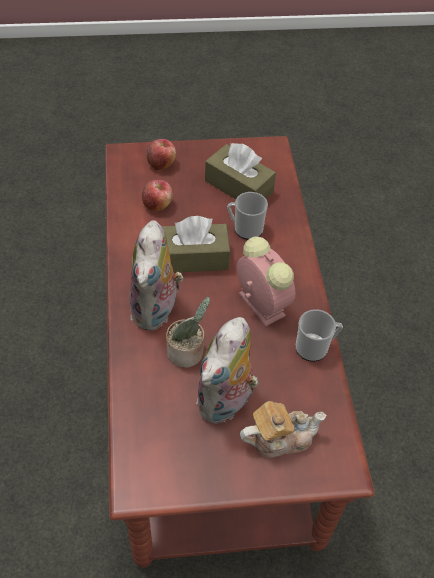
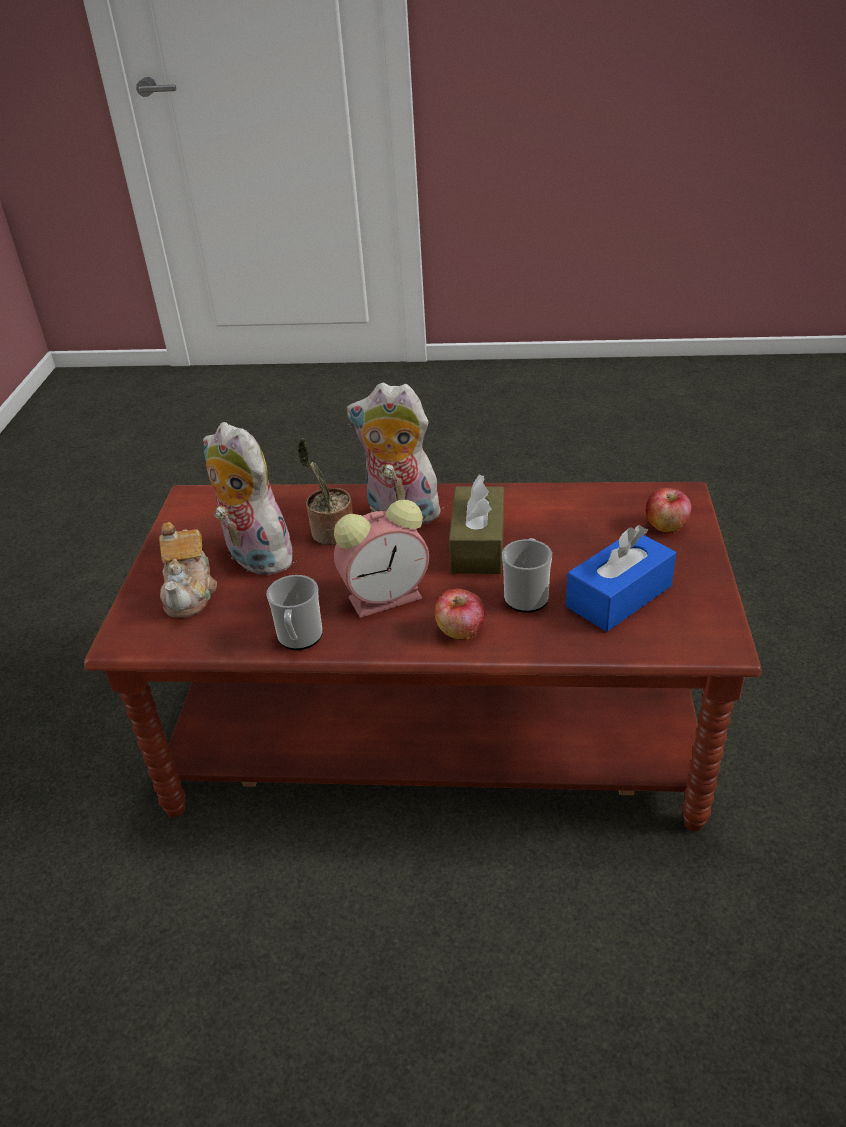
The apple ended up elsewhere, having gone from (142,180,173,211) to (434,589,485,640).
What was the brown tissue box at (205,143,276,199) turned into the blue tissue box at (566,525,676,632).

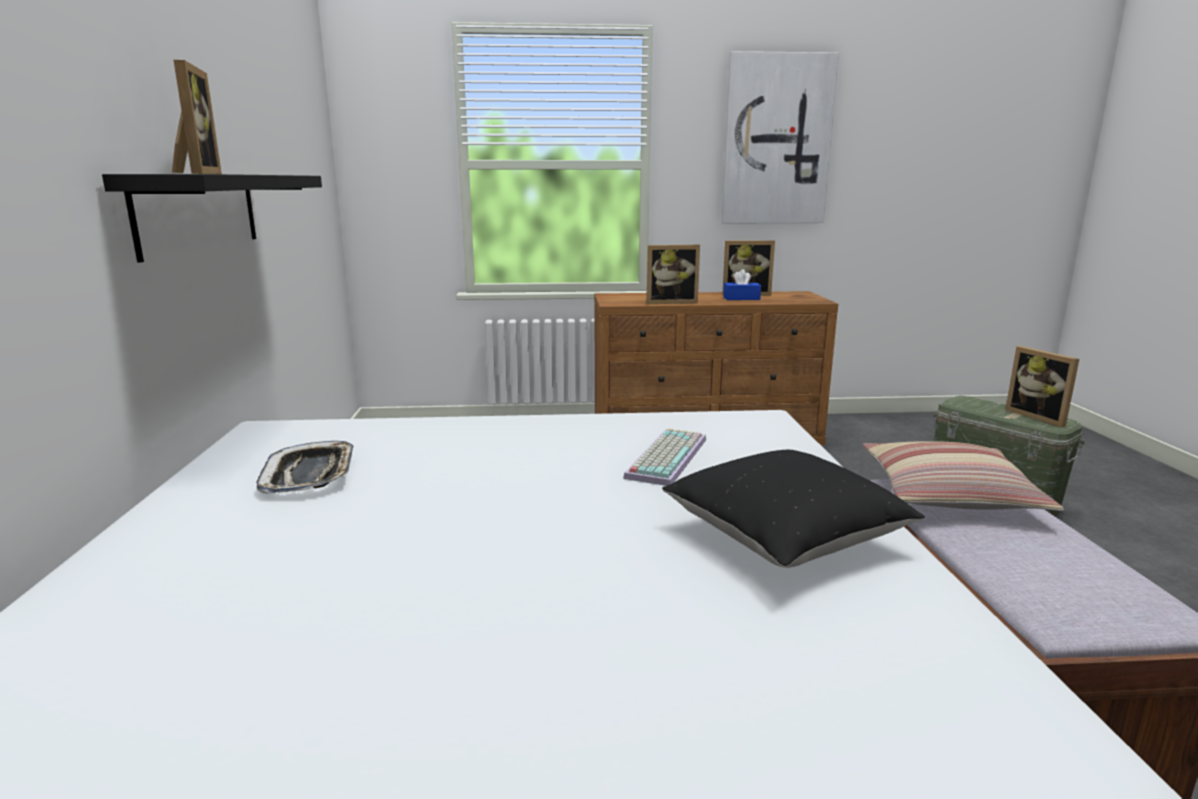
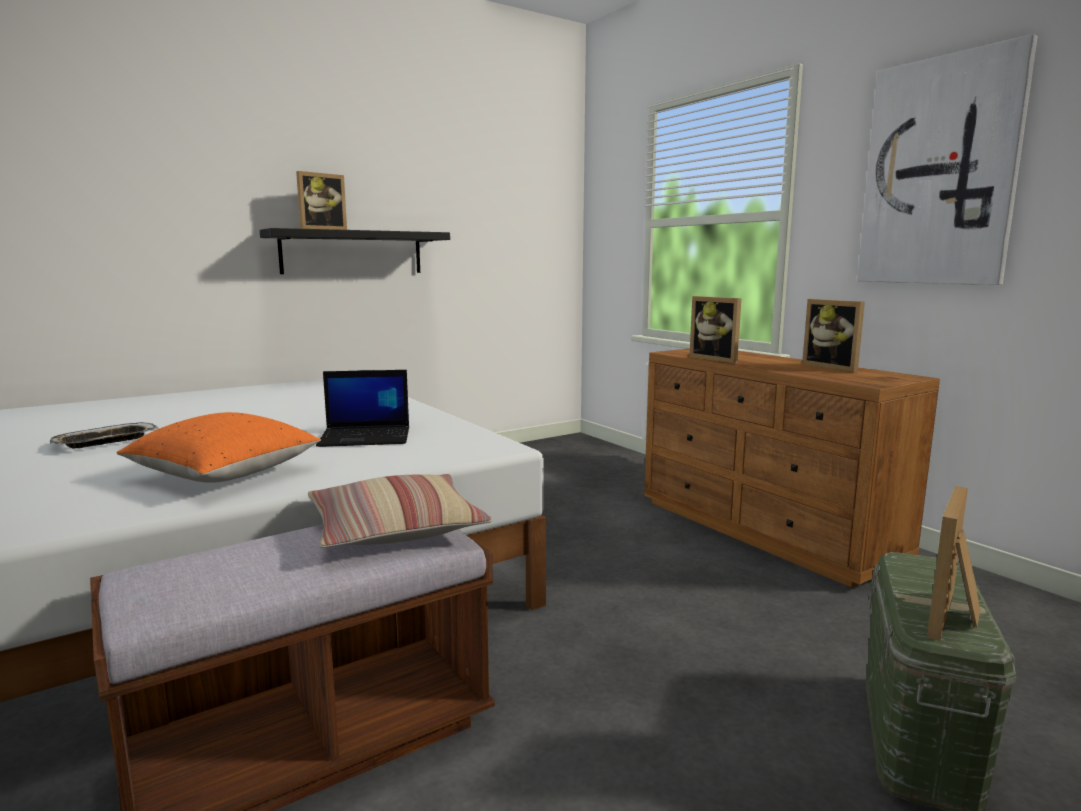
The tray ended up elsewhere, having gone from (256,441,354,494) to (50,422,160,448).
Where the keyboard stood at (623,428,706,486), the laptop came to stand at (316,370,409,447).
What was the black pillow at (662,450,925,568) turned into the orange pillow at (117,412,321,483).
The second view lost the blue tissue box at (723,269,761,300).

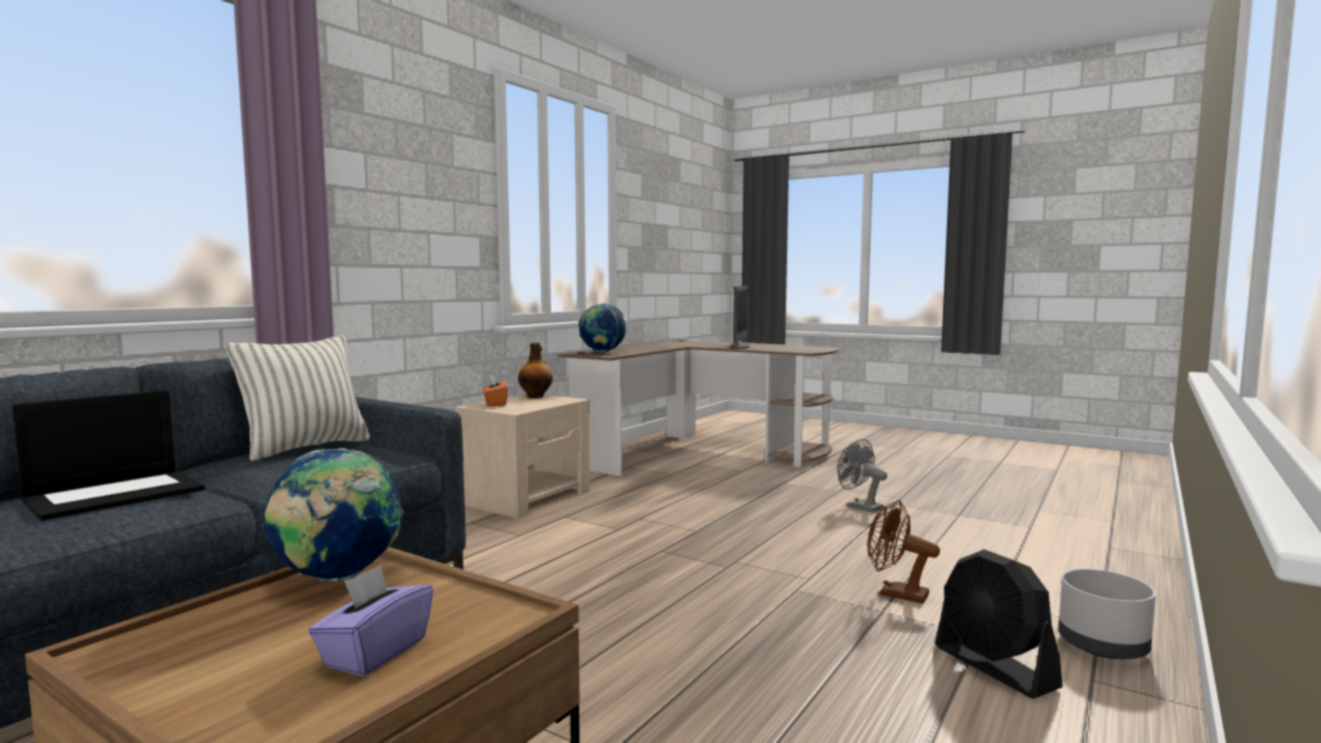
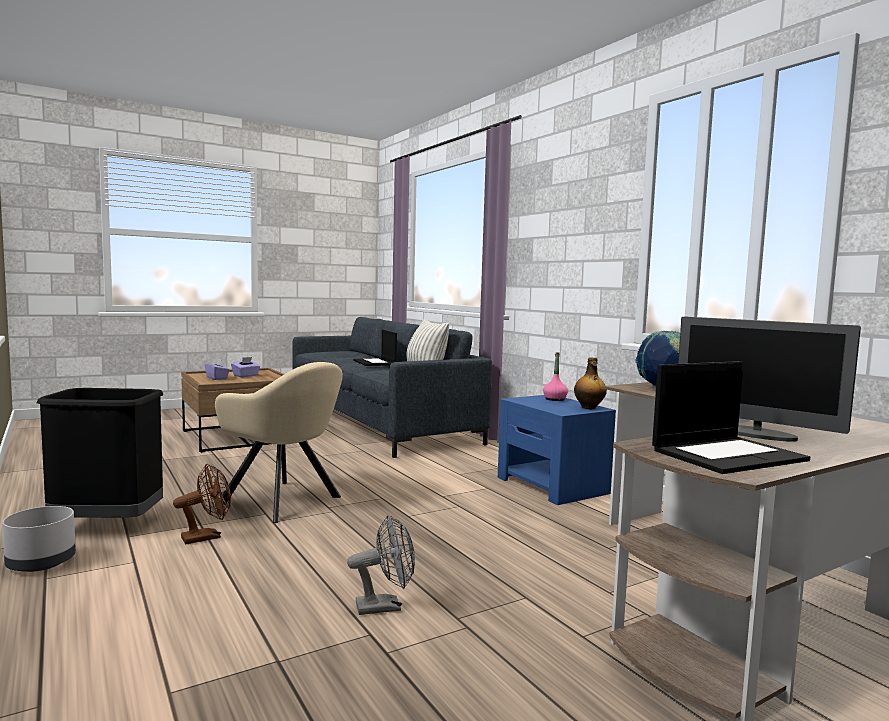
The second view lost the globe at (263,448,405,582).
What was the beige nightstand at (455,394,590,518) turned into the blue nightstand at (498,395,616,505).
Where the orange tissue box stood at (483,376,508,406), the pink bottle came to stand at (543,352,568,401).
Where the black fan stood at (935,549,1063,699), the black trash can came to stand at (36,388,163,518).
The second view gained the beige armchair at (215,362,343,523).
The second view gained the purple tissue box at (231,357,260,377).
The second view gained the laptop at (652,361,810,474).

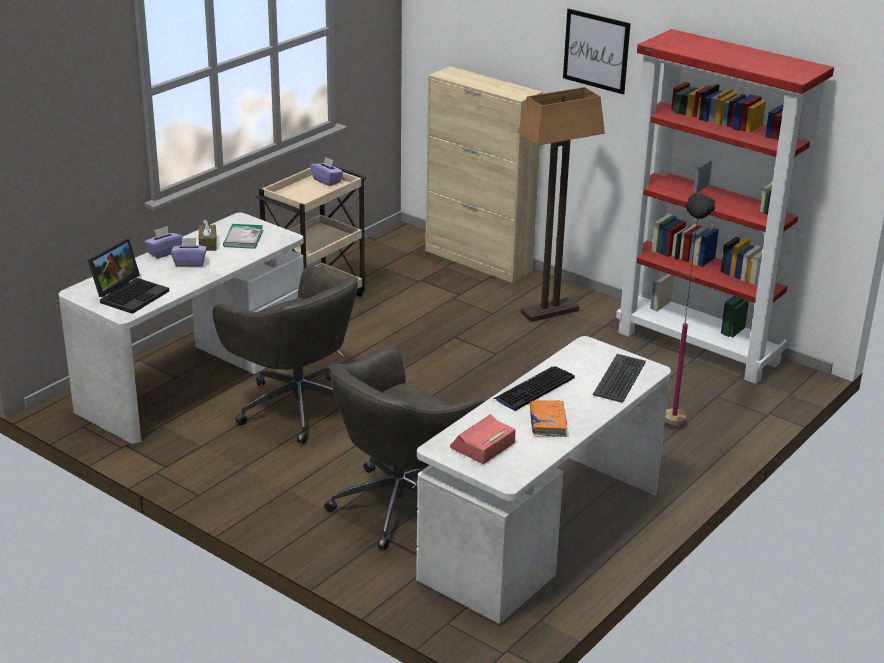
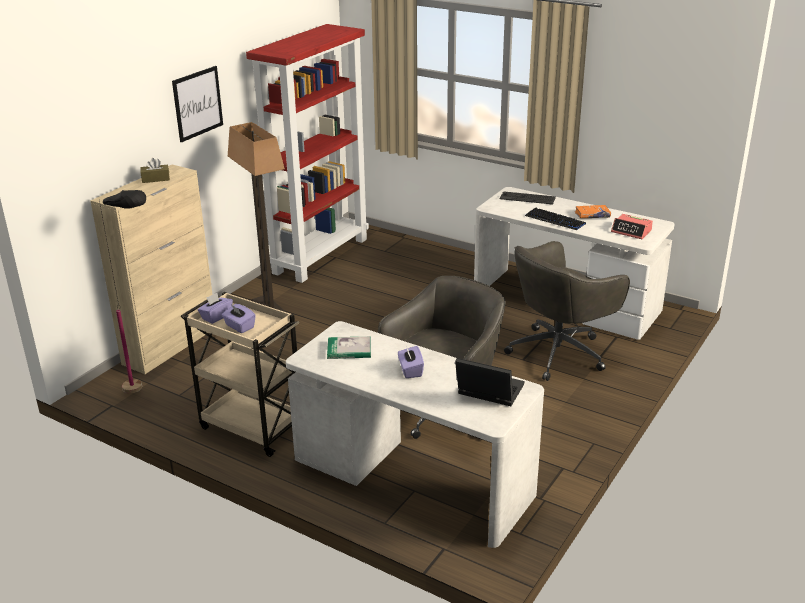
The purple tissue box ended up elsewhere, having gone from (144,226,183,259) to (222,304,256,333).
The brown tissue box ended up elsewhere, having gone from (199,219,217,251) to (141,158,170,183).
The grey office chair at (324,348,488,550) ended up facing another way, 105 degrees clockwise from before.
The black floor lamp ended up elsewhere, having gone from (665,192,715,425) to (99,190,146,393).

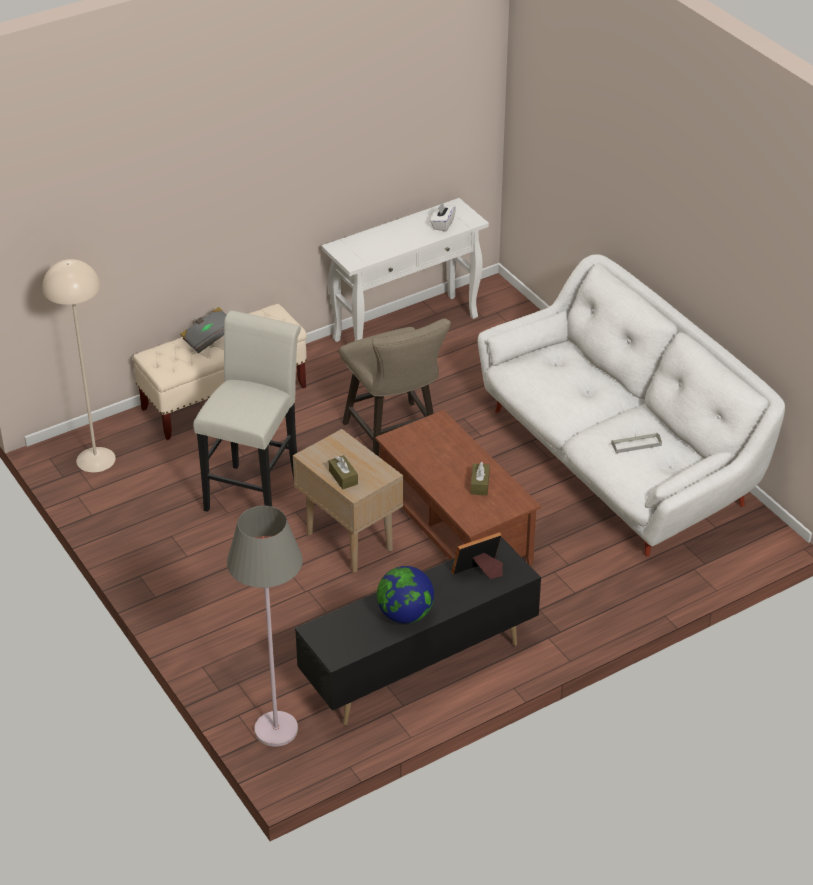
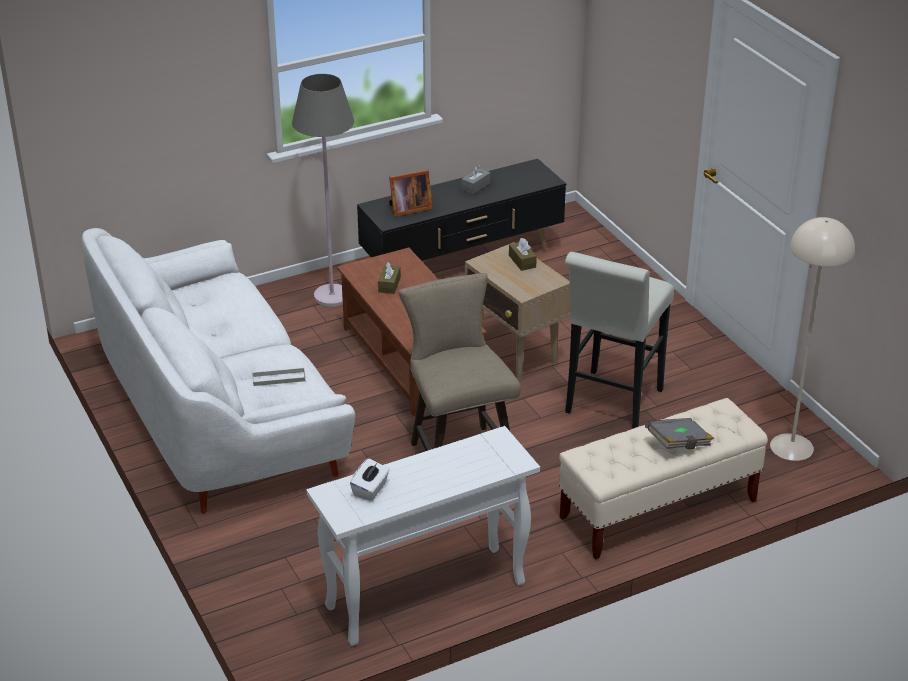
The grey floor lamp ended up elsewhere, having gone from (227,506,303,747) to (292,74,354,307).
Where the globe stood at (377,566,434,624), the grey tissue box came to stand at (461,165,490,194).
The grey tray ended up elsewhere, having gone from (611,433,662,453) to (252,368,305,386).

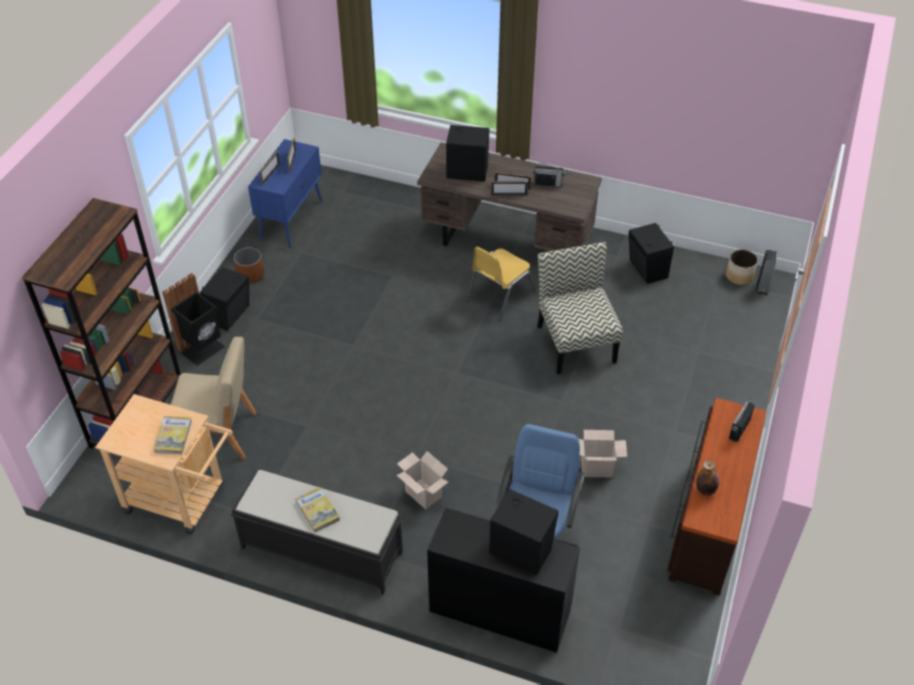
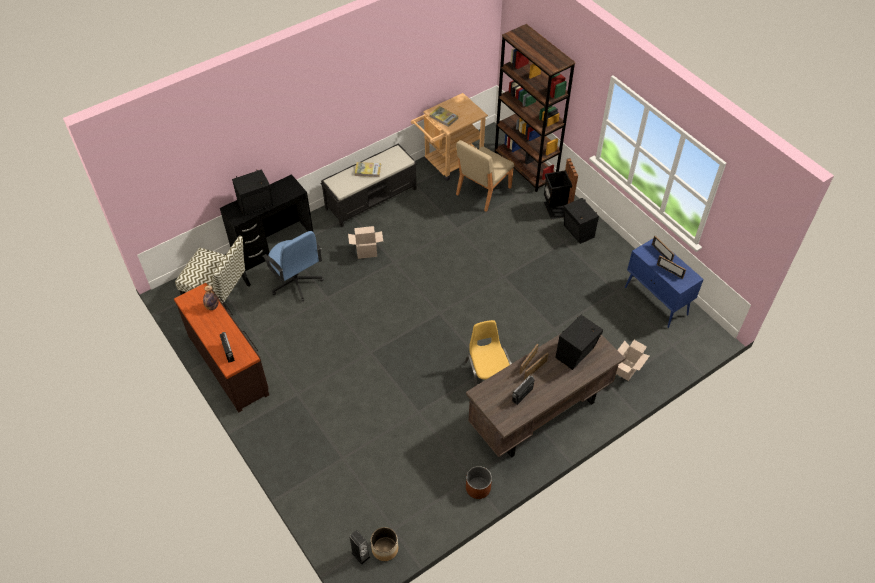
The brown planter ended up elsewhere, having gone from (234,248,264,283) to (466,466,492,499).
The chair ended up elsewhere, having gone from (537,242,623,374) to (175,236,251,308).
The cardboard box ended up elsewhere, having gone from (579,430,627,478) to (616,340,650,381).
The second view lost the black speaker at (628,223,674,284).

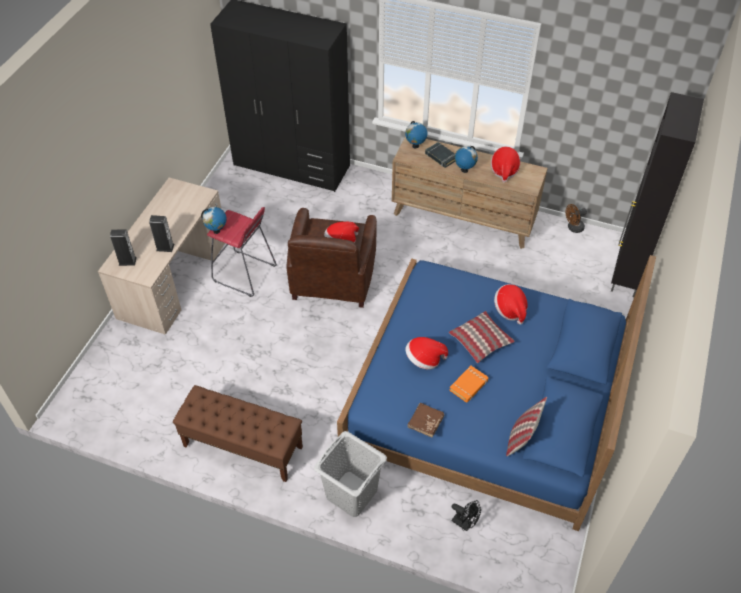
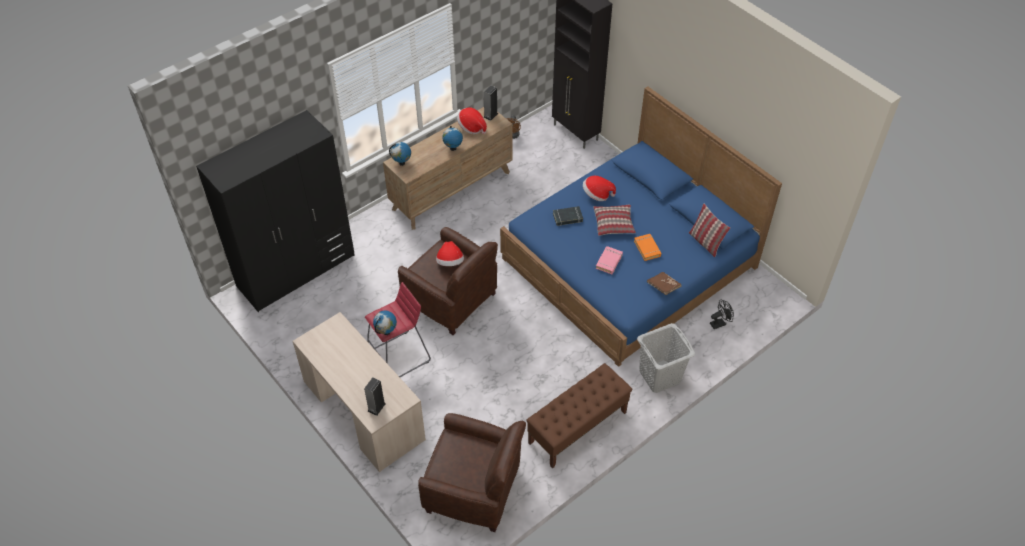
The speaker ended up elsewhere, having gone from (149,215,174,252) to (484,85,498,121).
Where the hat stood at (406,337,448,369), the pink book came to stand at (596,246,623,274).
The black book ended up elsewhere, having gone from (425,142,455,168) to (553,206,583,226).
The second view gained the brown armchair at (418,413,526,532).

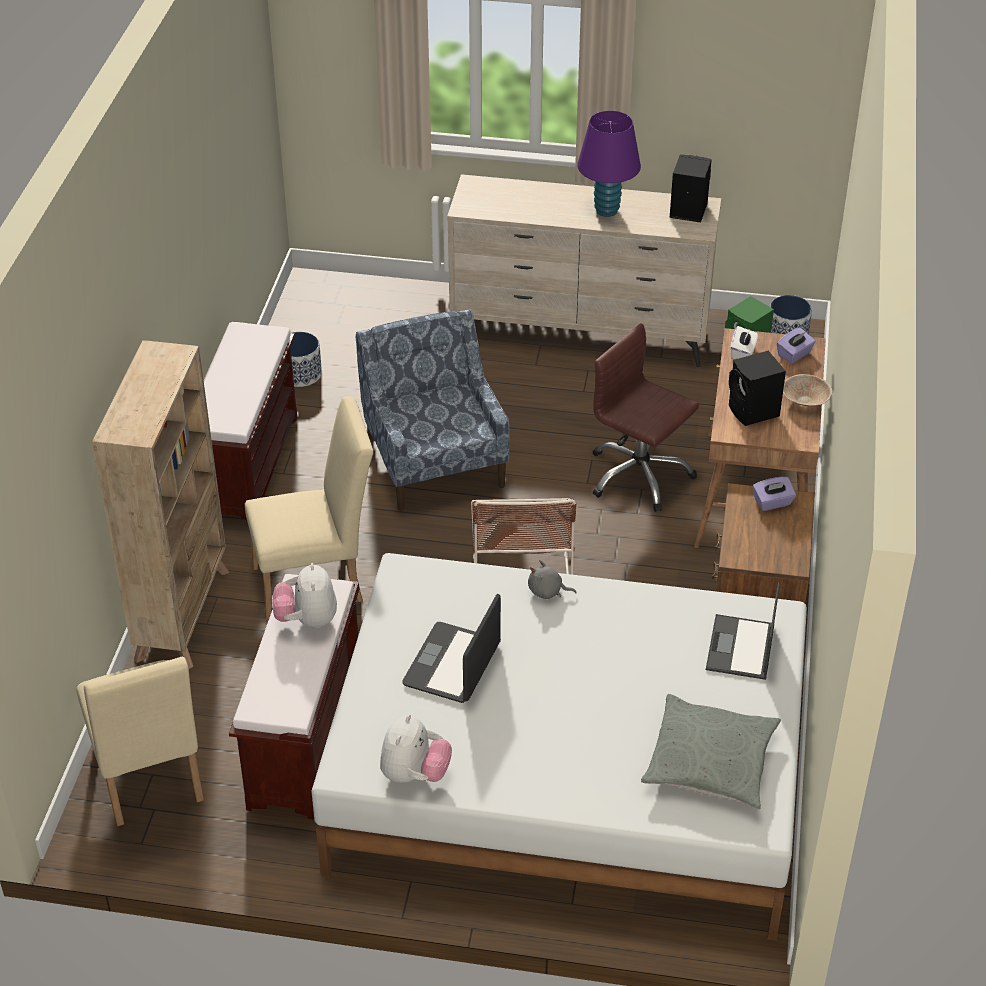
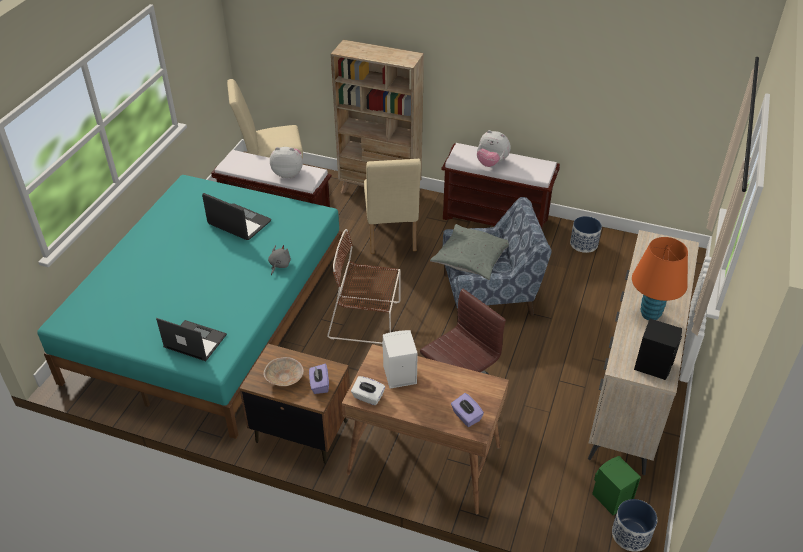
What was the white bed at (311,553,807,940) turned into the turquoise bed at (37,175,343,439).
The plush toy ended up elsewhere, having gone from (380,714,452,783) to (477,130,511,167).
What was the purple table lamp at (577,111,641,217) turned into the orange table lamp at (632,237,688,320).
The grey pillow ended up elsewhere, having gone from (641,694,781,810) to (430,224,509,280).
What was the black speaker at (729,351,786,426) turned into the white speaker at (382,330,418,388).
The white tissue box ended up elsewhere, having gone from (730,326,758,360) to (351,376,385,406).
The beige bowl ended up elsewhere, having gone from (783,374,832,406) to (263,357,304,386).

